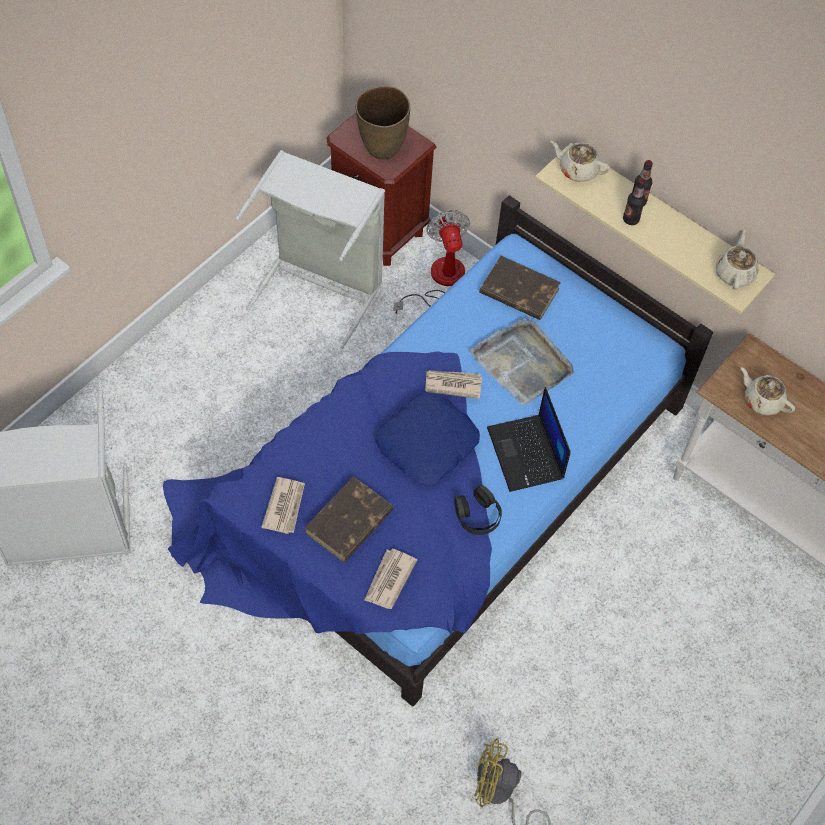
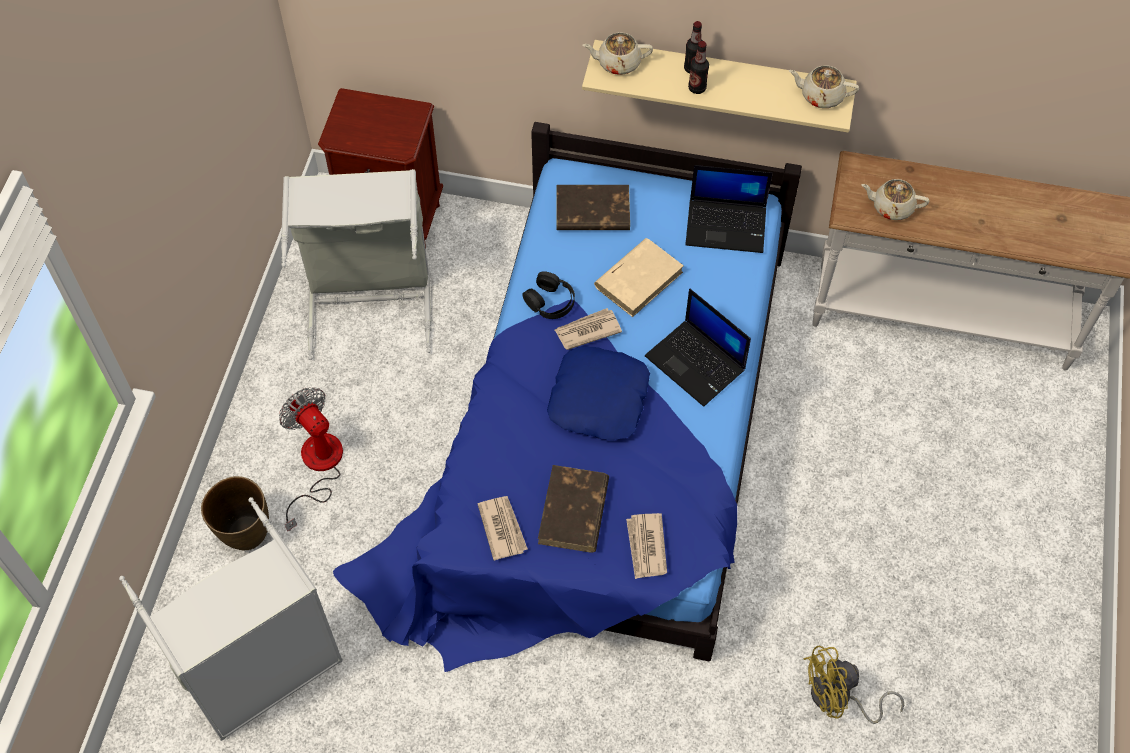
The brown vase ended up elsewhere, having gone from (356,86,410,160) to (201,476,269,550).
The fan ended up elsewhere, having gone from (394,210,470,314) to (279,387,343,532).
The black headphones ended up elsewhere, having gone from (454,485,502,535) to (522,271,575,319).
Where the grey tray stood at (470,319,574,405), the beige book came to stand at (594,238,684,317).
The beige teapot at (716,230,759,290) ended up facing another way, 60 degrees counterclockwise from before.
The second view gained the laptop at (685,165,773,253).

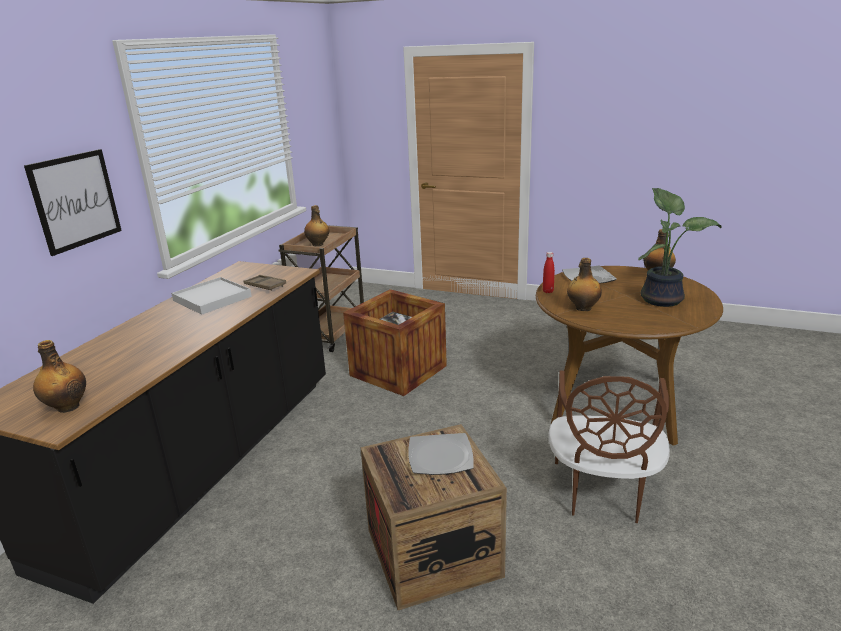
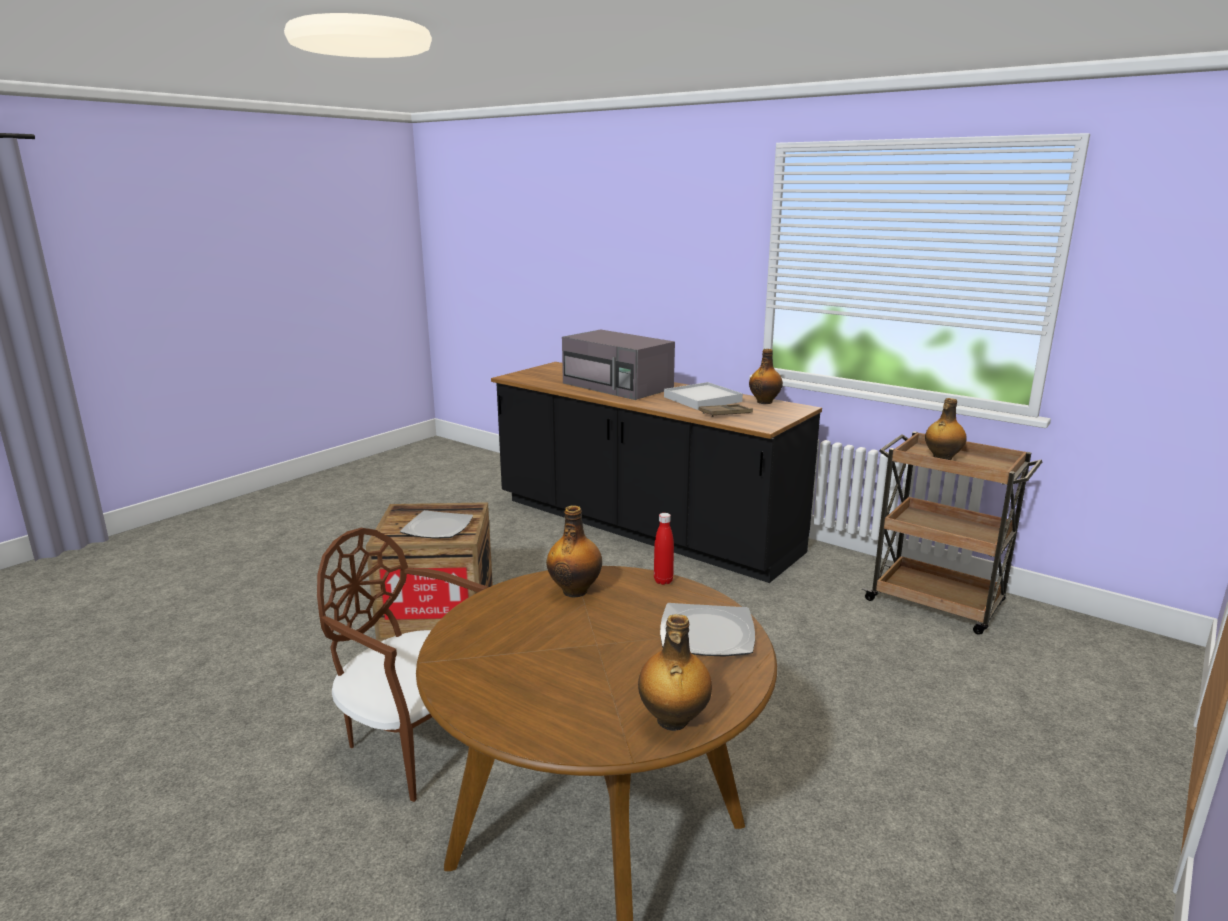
The second view lost the picture at (24,149,122,256).
The bottle ended up elsewhere, having gone from (33,340,86,413) to (749,349,783,404).
The second view lost the crate at (343,289,447,396).
The second view lost the potted plant at (638,188,722,307).
The second view gained the grey microwave at (562,330,675,400).

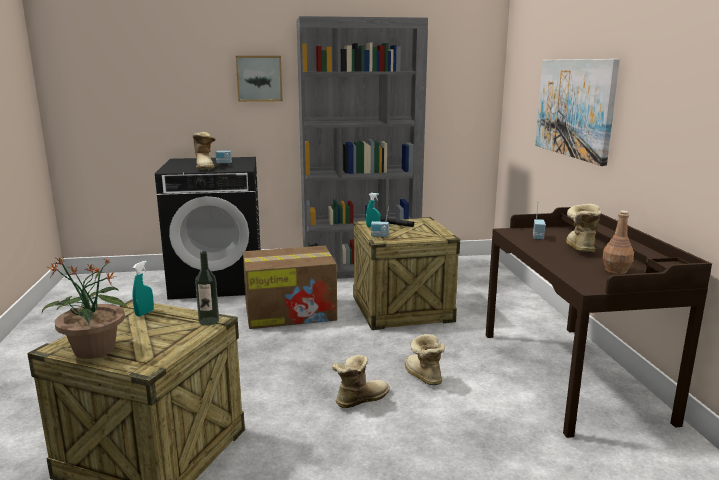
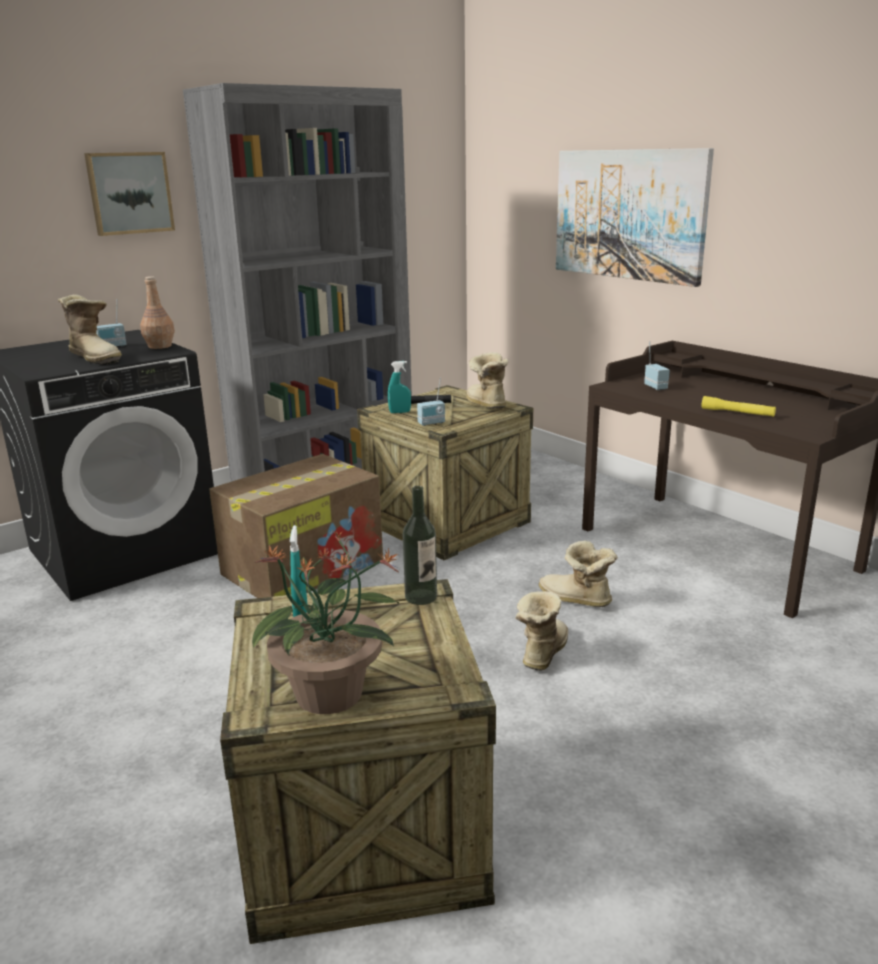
The boot ended up elsewhere, having gone from (566,204,601,253) to (466,352,508,409).
The brown bottle ended up elsewhere, having gone from (602,211,634,274) to (140,276,175,349).
The second view gained the yellow flashlight at (701,396,776,417).

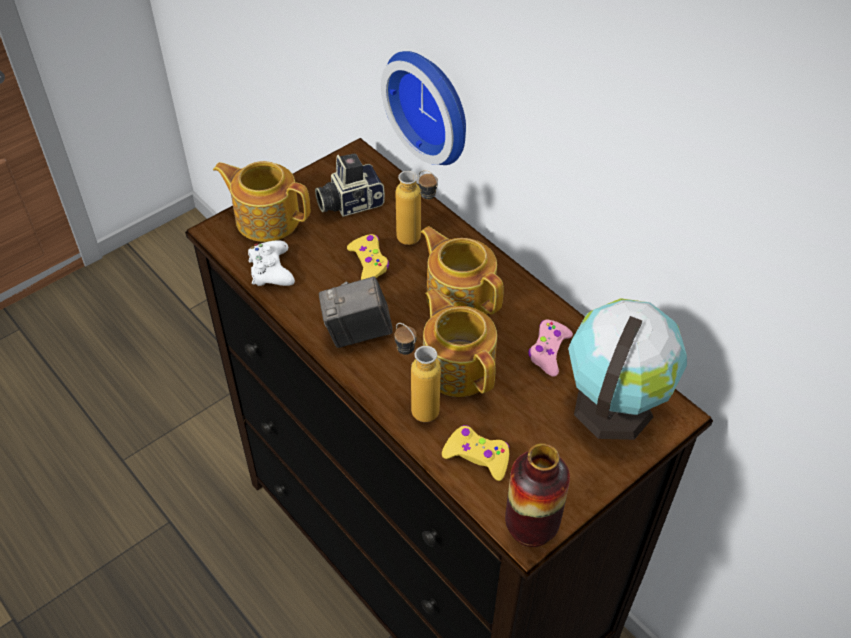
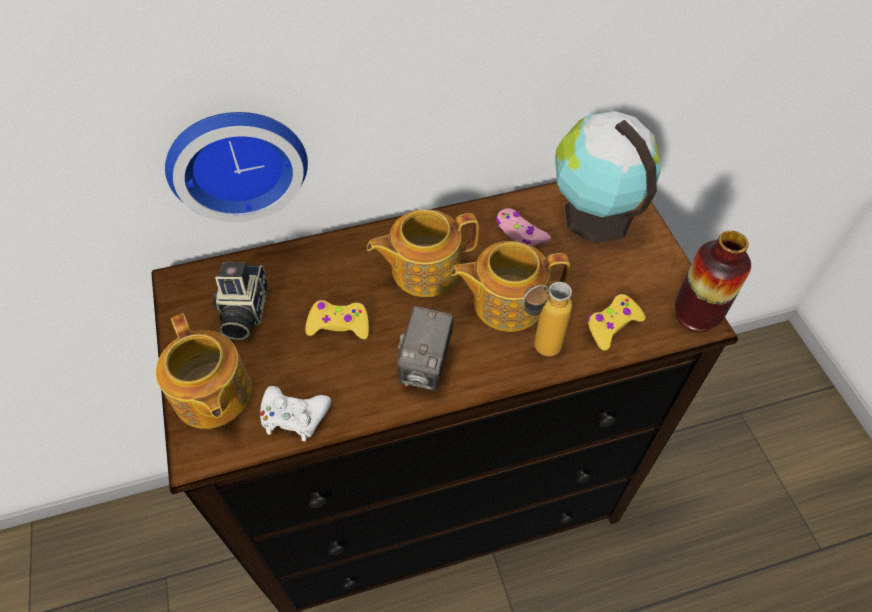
The teapot at (213,161,310,242) ended up facing another way, 75 degrees counterclockwise from before.
The second view lost the bottle at (396,170,438,245).

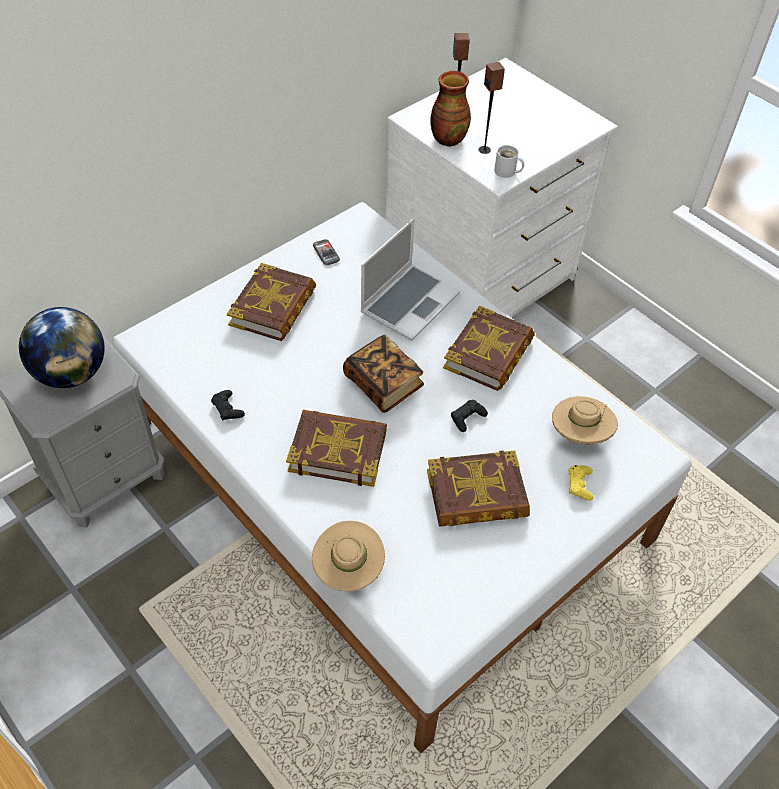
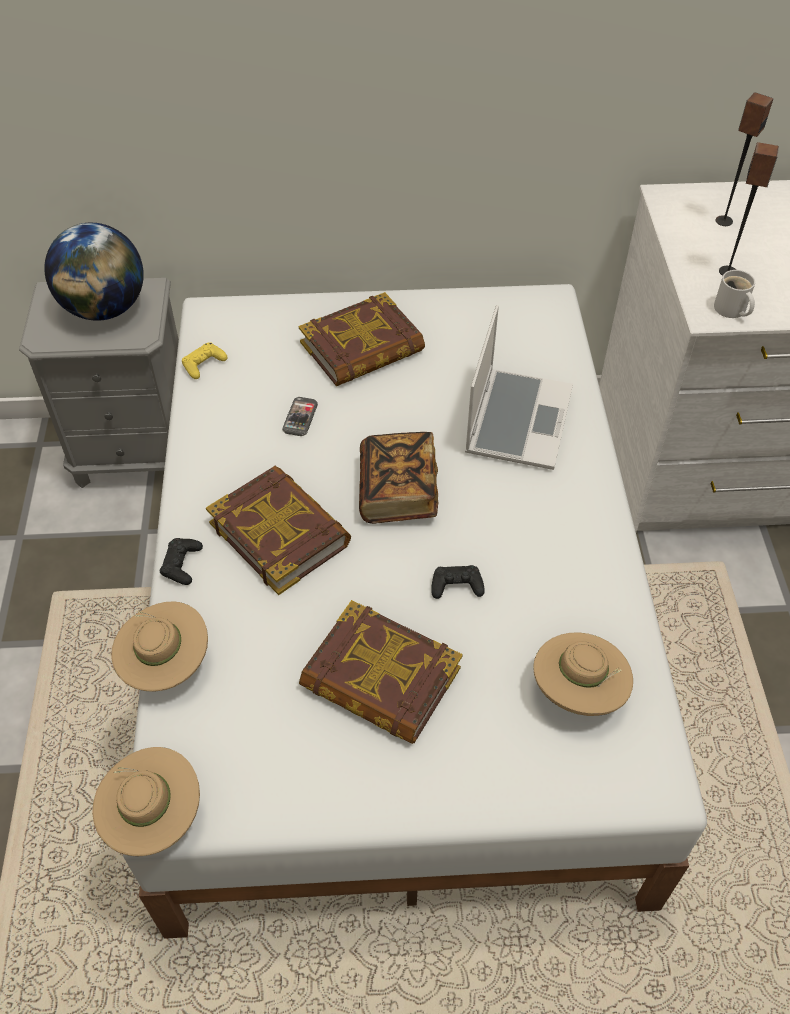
The black game controller ended up elsewhere, having gone from (211,390,245,421) to (160,538,203,585).
The phone ended up elsewhere, having gone from (313,239,340,265) to (282,397,318,436).
The laptop at (360,218,460,341) ended up facing another way, 60 degrees counterclockwise from before.
The second view lost the vase at (430,71,471,146).
The second view lost the book at (443,306,535,391).
The yellow game controller ended up elsewhere, having gone from (568,465,594,501) to (182,342,228,379).
The second view gained the beige hat at (92,747,200,856).

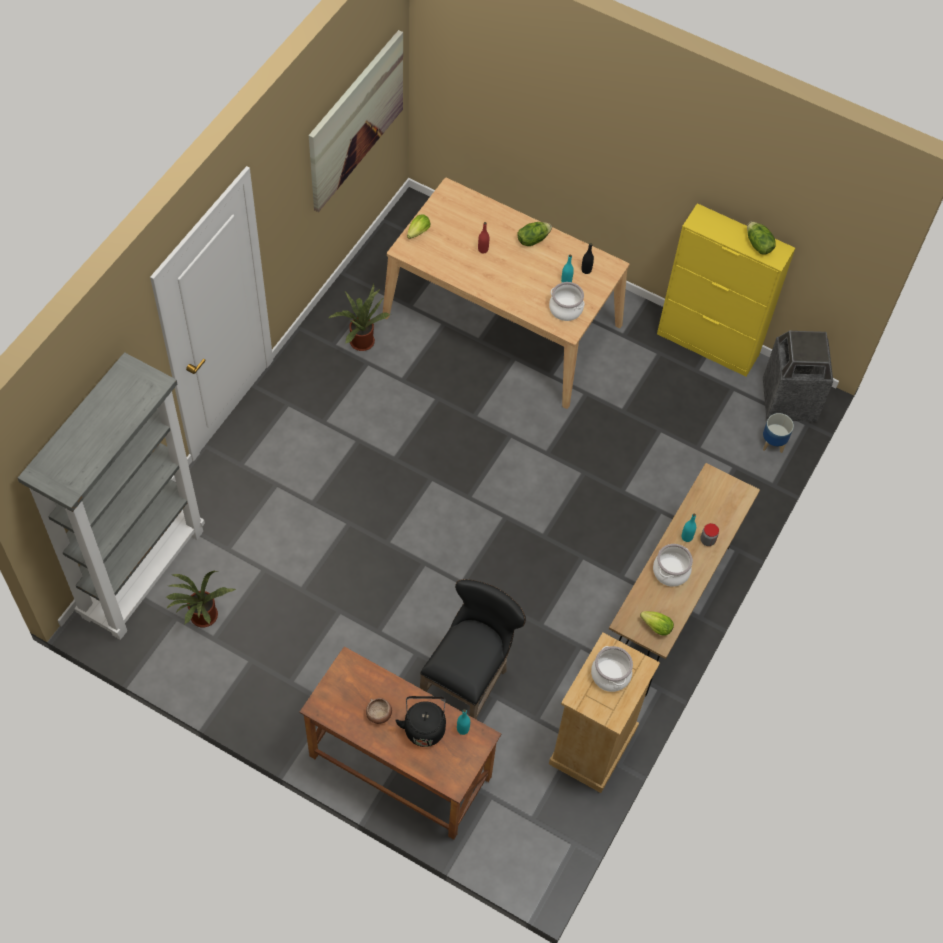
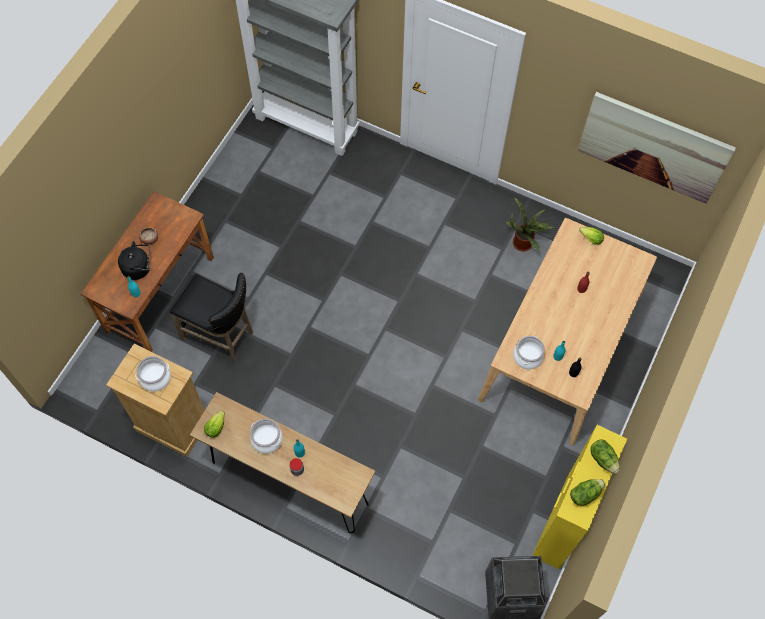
The second view lost the potted plant at (166,571,236,627).
The lettuce ended up elsewhere, having gone from (517,222,552,246) to (590,439,620,474).
The second view lost the planter at (763,413,794,453).

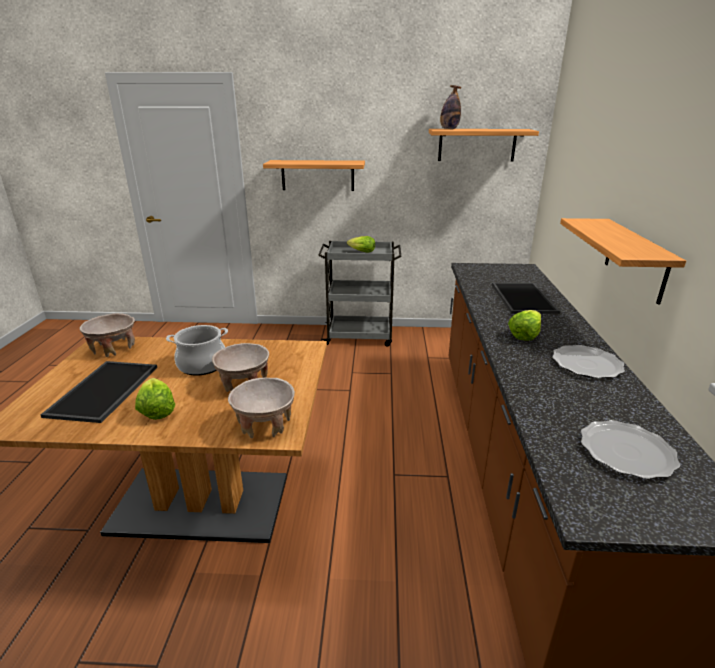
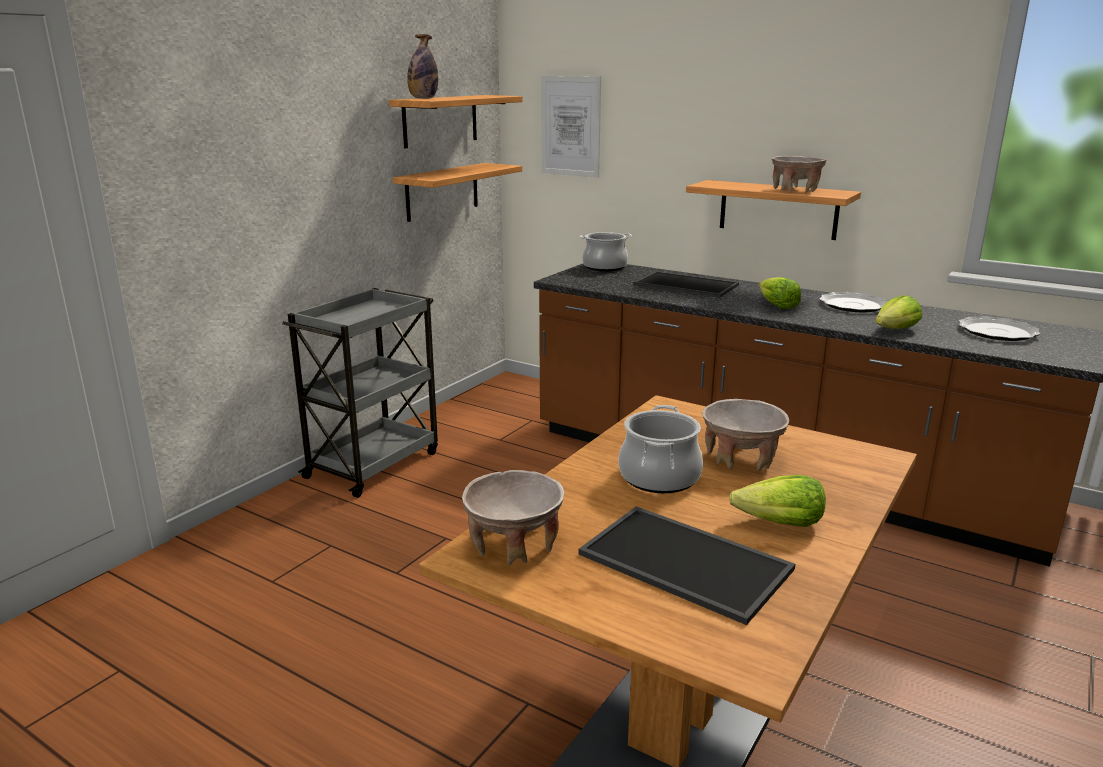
The beige bowl ended up elsewhere, having gone from (228,378,295,438) to (772,156,826,192).
The shelf ended up elsewhere, having gone from (263,160,365,191) to (393,163,522,222).
The lettuce ended up elsewhere, having gone from (347,236,375,253) to (875,295,922,329).
The second view gained the picture at (541,76,601,178).
The second view gained the cooking pot at (579,232,632,272).

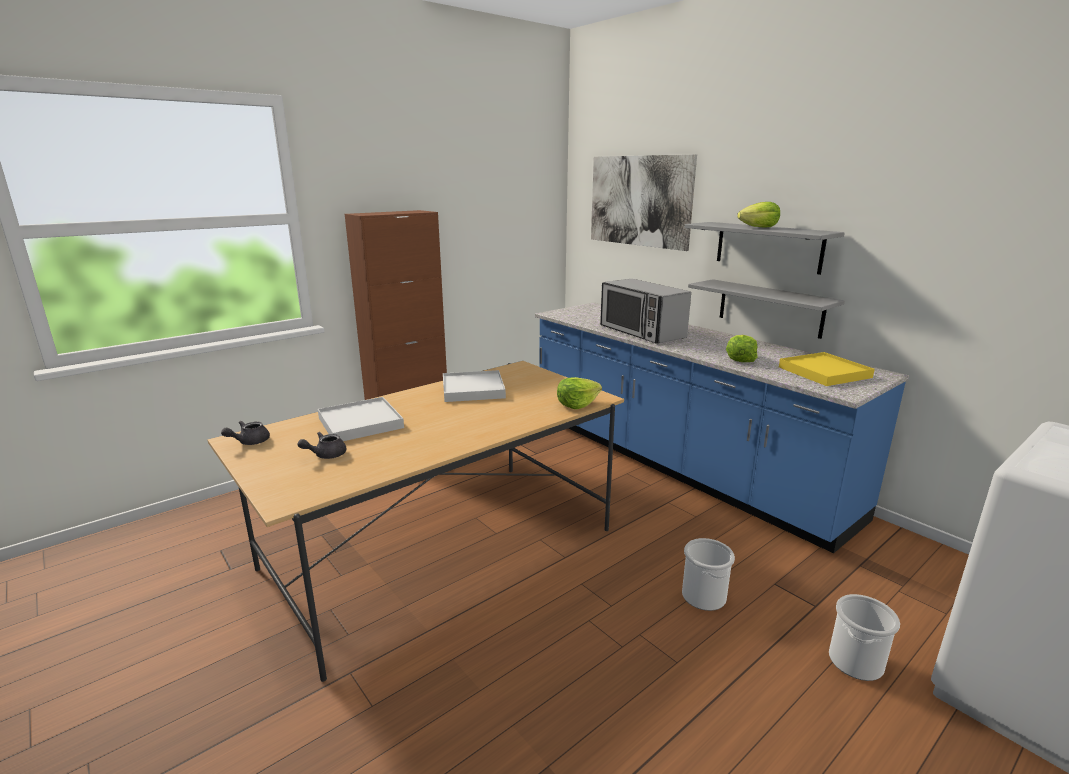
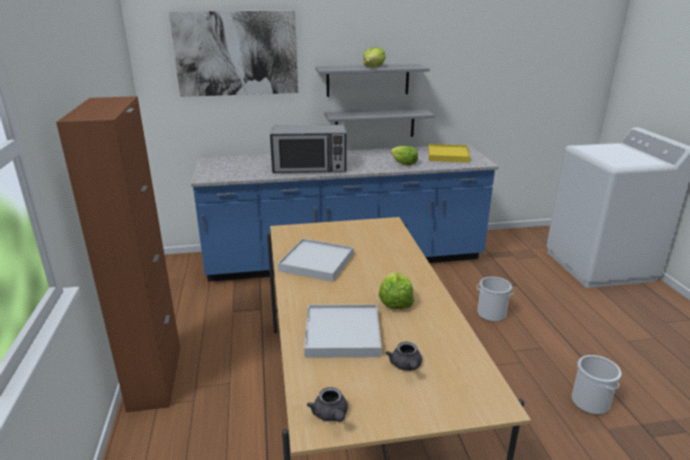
The lettuce ended up elsewhere, having gone from (557,377,602,409) to (379,272,414,309).
The bucket ended up elsewhere, having gone from (829,594,900,681) to (572,355,622,415).

